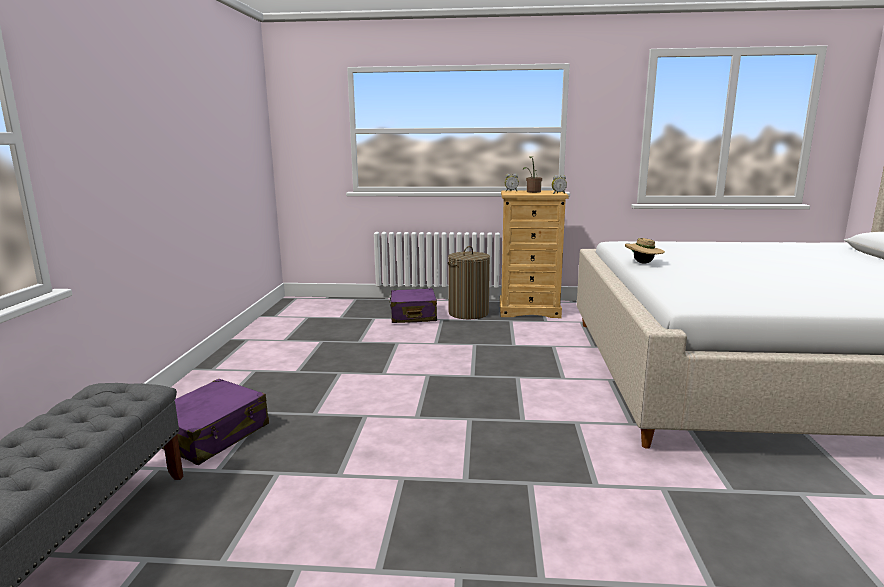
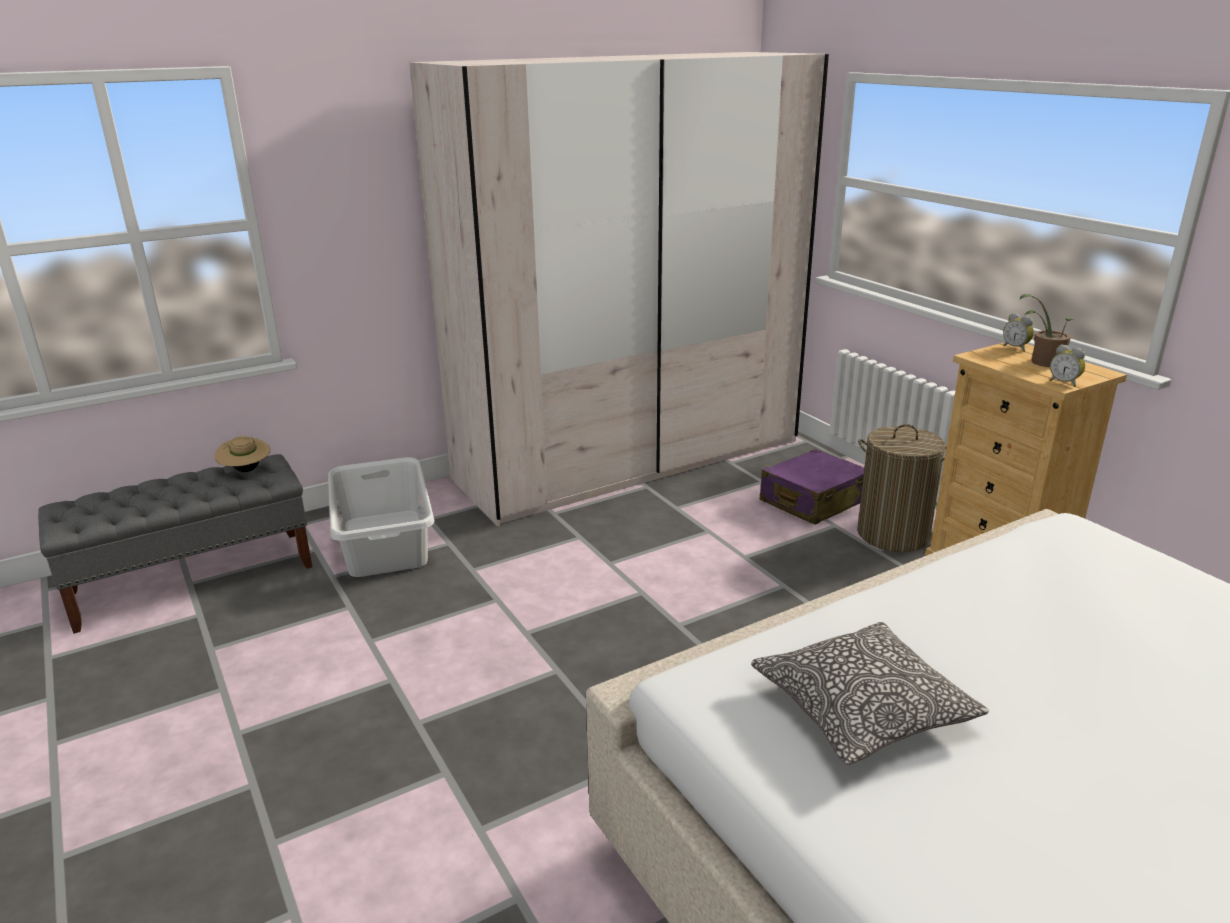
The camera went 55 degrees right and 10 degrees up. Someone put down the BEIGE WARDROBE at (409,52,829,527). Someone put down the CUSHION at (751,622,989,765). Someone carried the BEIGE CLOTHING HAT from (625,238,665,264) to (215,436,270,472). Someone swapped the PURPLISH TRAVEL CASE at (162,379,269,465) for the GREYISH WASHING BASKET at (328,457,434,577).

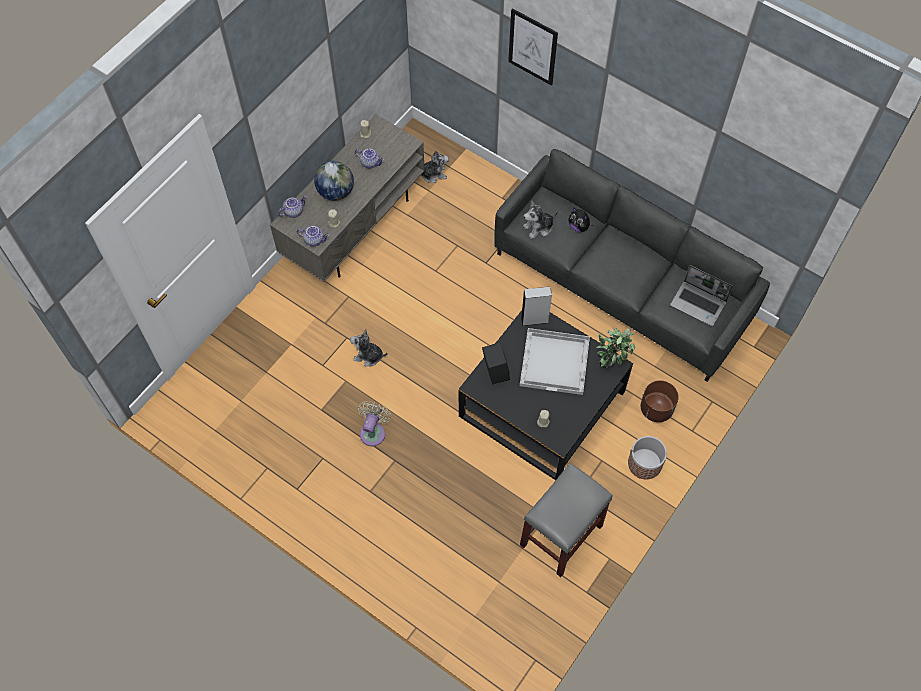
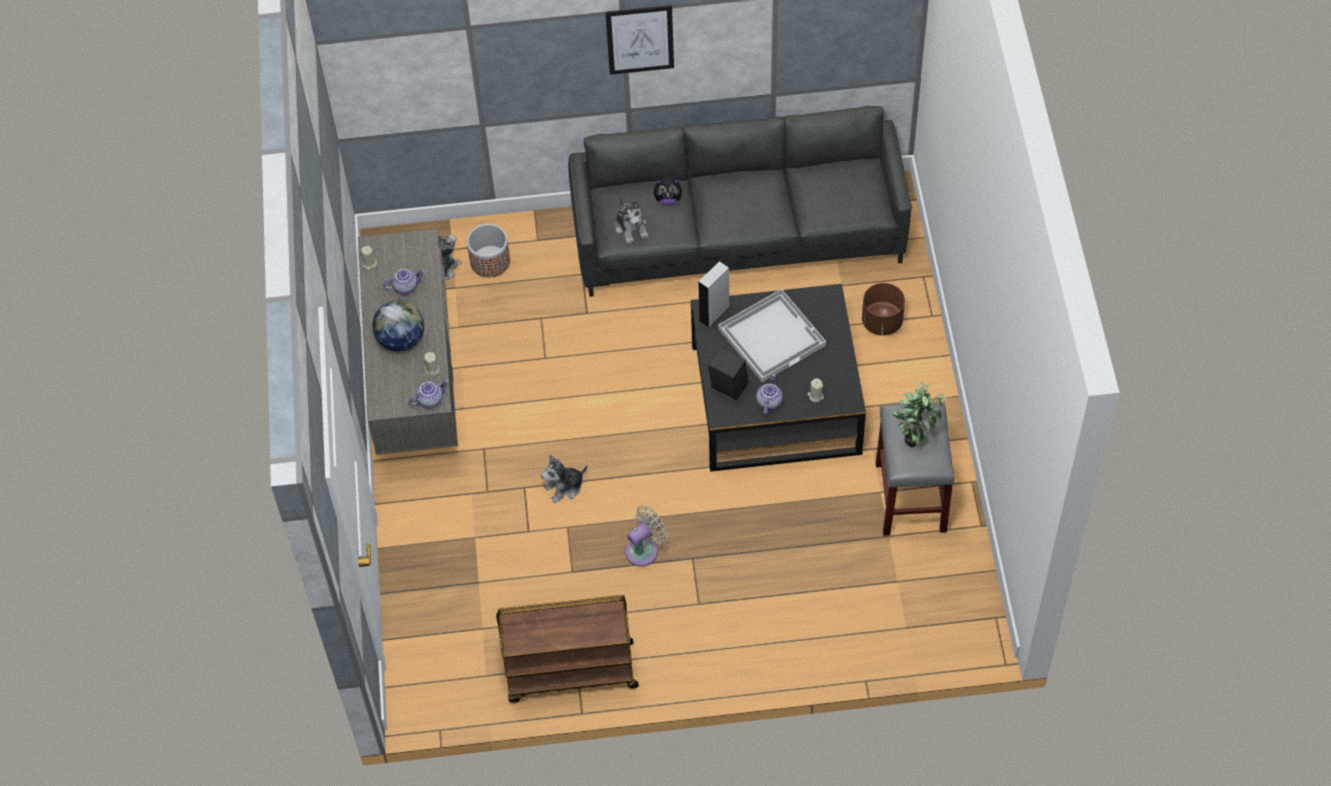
The camera went 40 degrees left and 5 degrees down. Someone took away the LAPTOP at (670,265,733,326). Someone put down the BROWN WHEELED CART at (496,595,639,703). Someone carried the TEAPOT from (278,195,307,218) to (756,374,783,415). Someone carried the PICTURE from (508,8,558,86) to (605,5,674,75). Someone carried the HOUSEPLANT from (596,328,635,368) to (892,382,947,447). Someone carried the PLANT POT from (628,436,667,480) to (467,224,510,278). Someone rotated the BEIGE COOLING FAN at (358,401,391,446) by 75 degrees clockwise. Someone rotated the PLUSH TOY at (523,200,558,239) by 45 degrees counterclockwise.

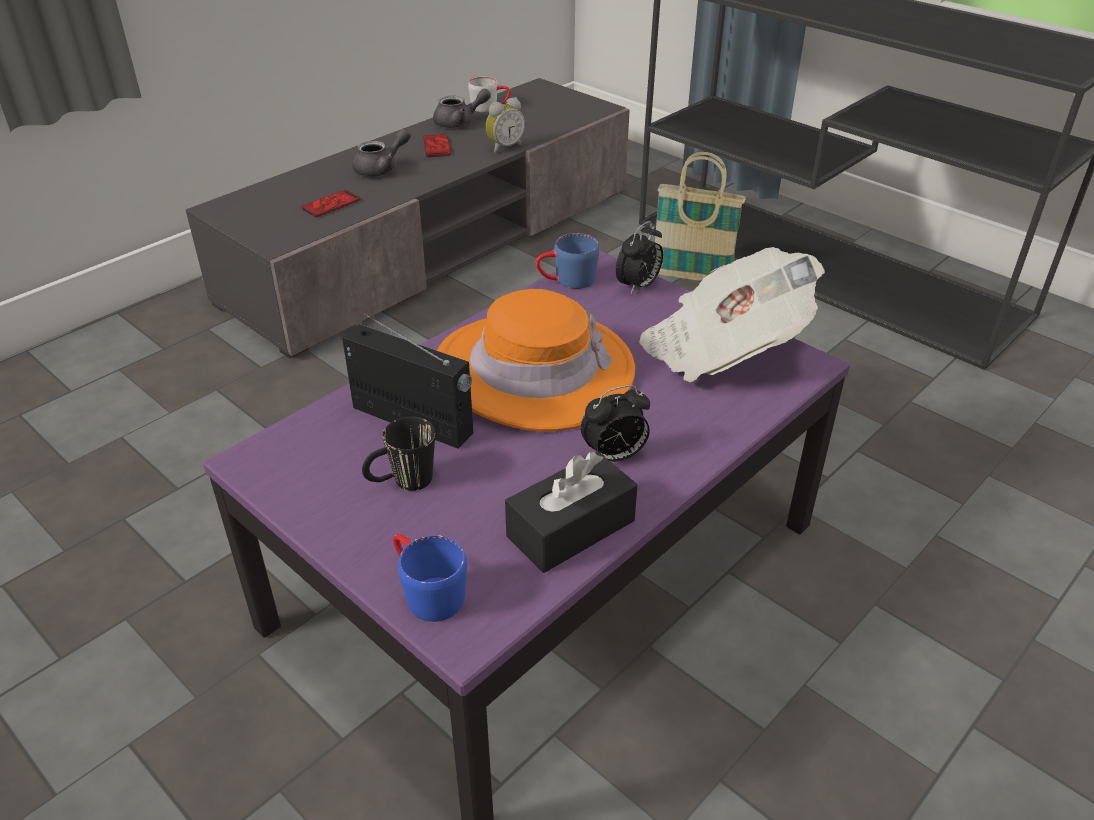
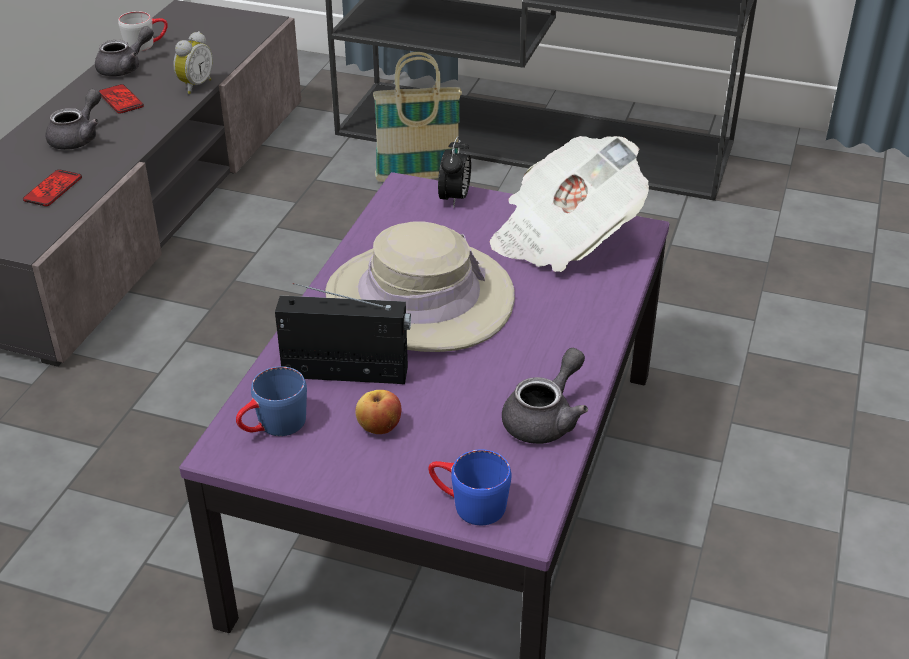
The camera went 25 degrees left and 0 degrees up. Someone took away the ALARM CLOCK at (581,385,650,462). Someone carried the BLUE COFFEE MUG from (536,233,600,289) to (236,366,307,436). Someone swapped the BLACK-COLOURED COFFEE MUG at (362,417,435,491) for the APPLE FRUIT at (355,390,401,434). Someone swapped the BLACK-COLOURED BOX OF TISSUES at (505,452,638,573) for the GREYISH TEAPOT at (502,348,588,444). Someone repainted the ORANGE CLOTHING HAT at (437,289,635,432), which became the BEIGE CLOTHING HAT at (325,221,515,352).

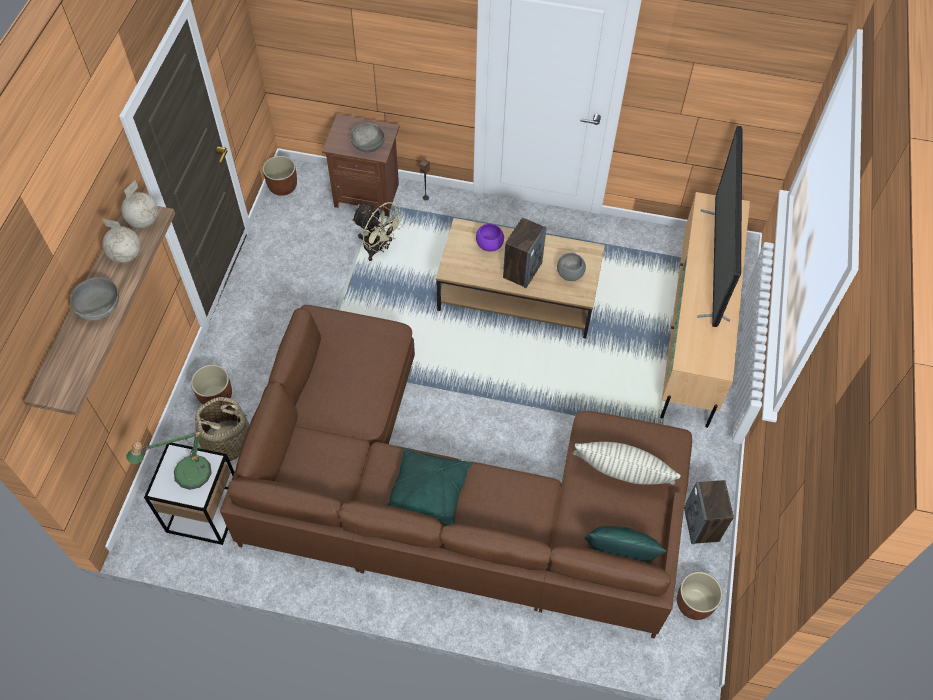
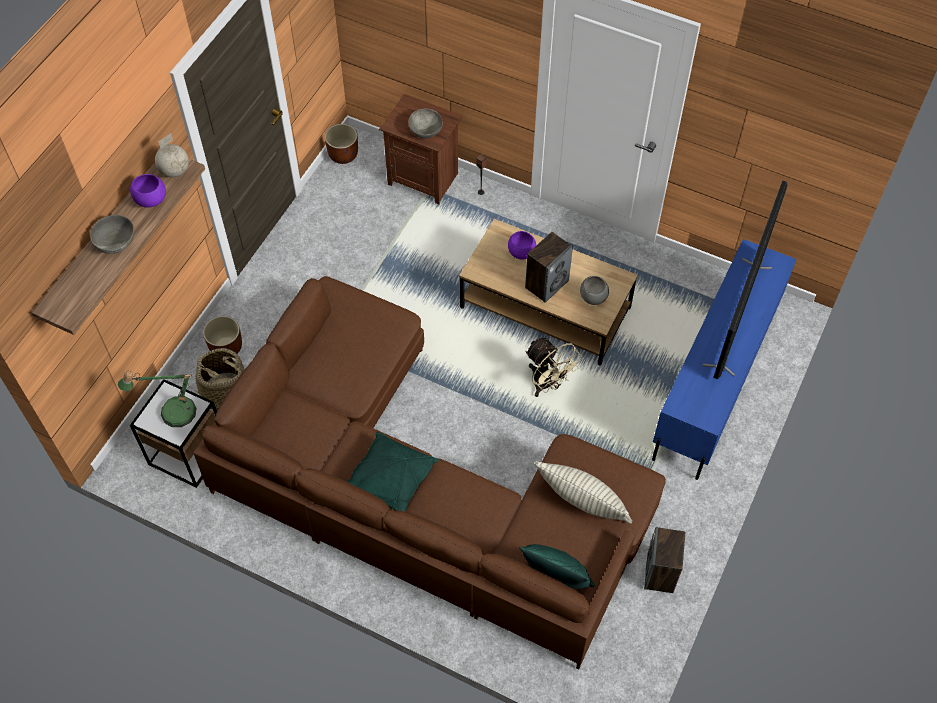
The camera went 15 degrees right and 0 degrees up. Someone took away the BROWN PLANT POT at (677,572,723,620). Someone carried the BEIGE COOLING FAN from (351,202,404,261) to (525,338,583,397). Someone swapped the GLOBE at (102,219,141,263) for the PURPLISH SERVING BOWL at (130,174,166,208). Someone repainted the BEIGE MEDIA CONSOLE at (660,192,750,428), which became the BLUE MEDIA CONSOLE at (652,239,797,480).

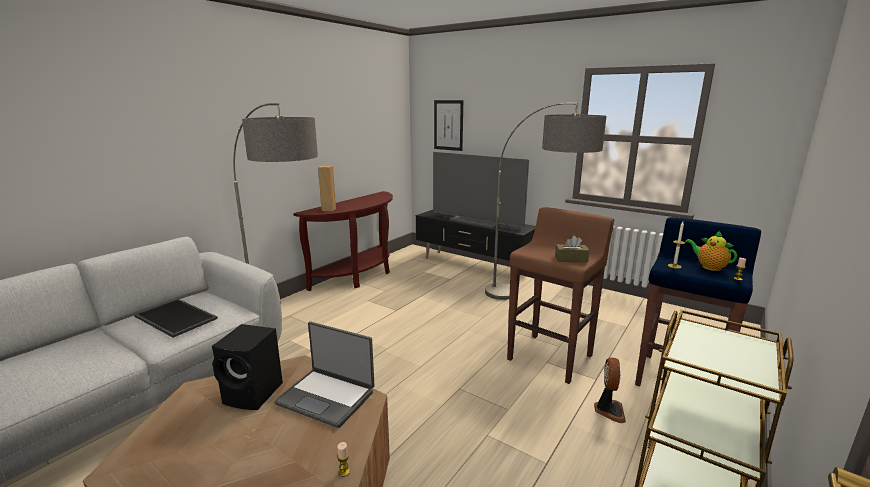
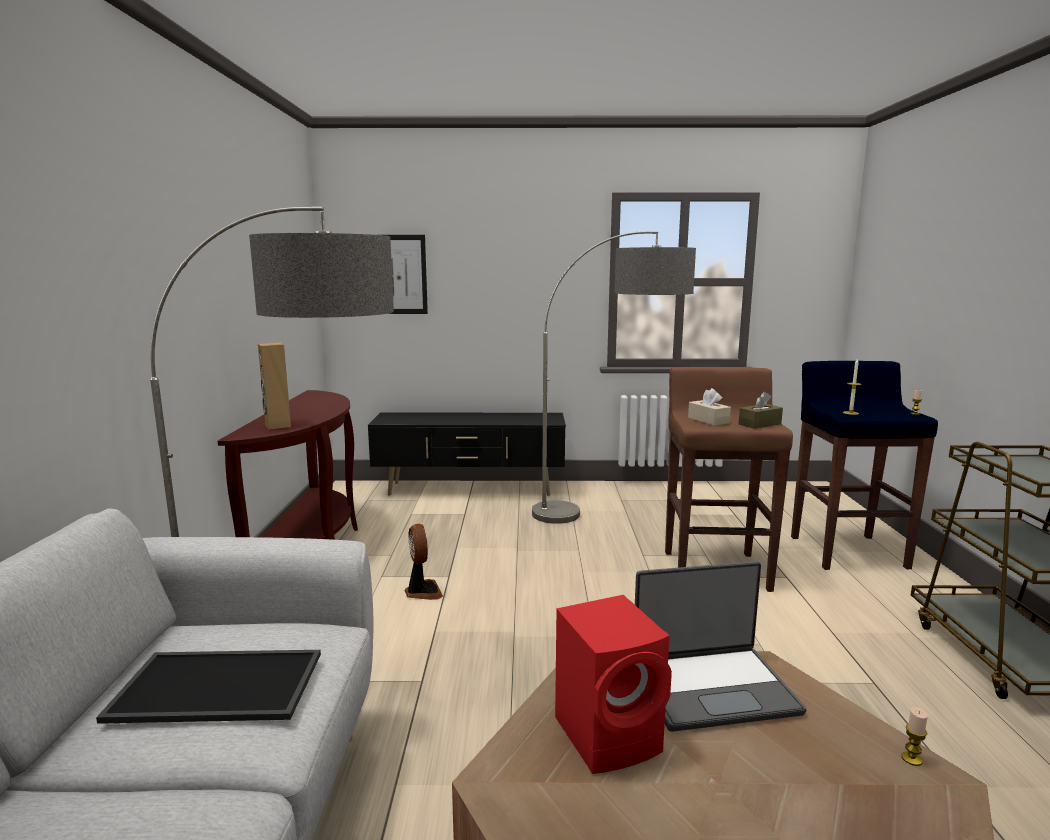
The camera went 35 degrees left and 5 degrees down. Someone took away the TV SET at (433,152,529,228). Someone took away the TEAPOT at (685,230,737,271). Someone put down the BEIGE BOX OF TISSUES at (688,388,731,426). Someone carried the COOLING FAN from (594,357,626,423) to (404,524,443,600). Someone repainted the BLACK-COLOURED SPEAKER at (212,324,283,410), which became the REDDISH SPEAKER at (555,595,672,774).

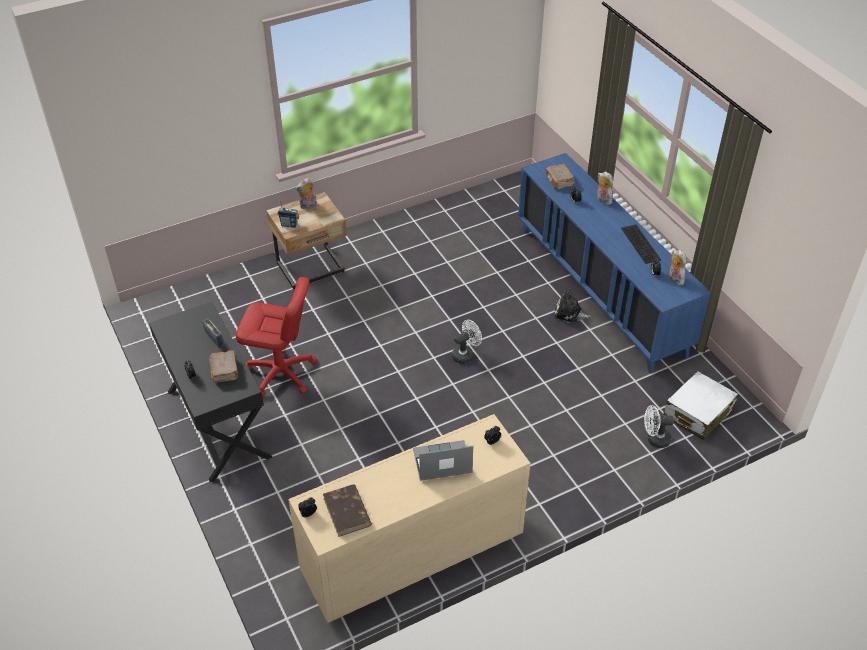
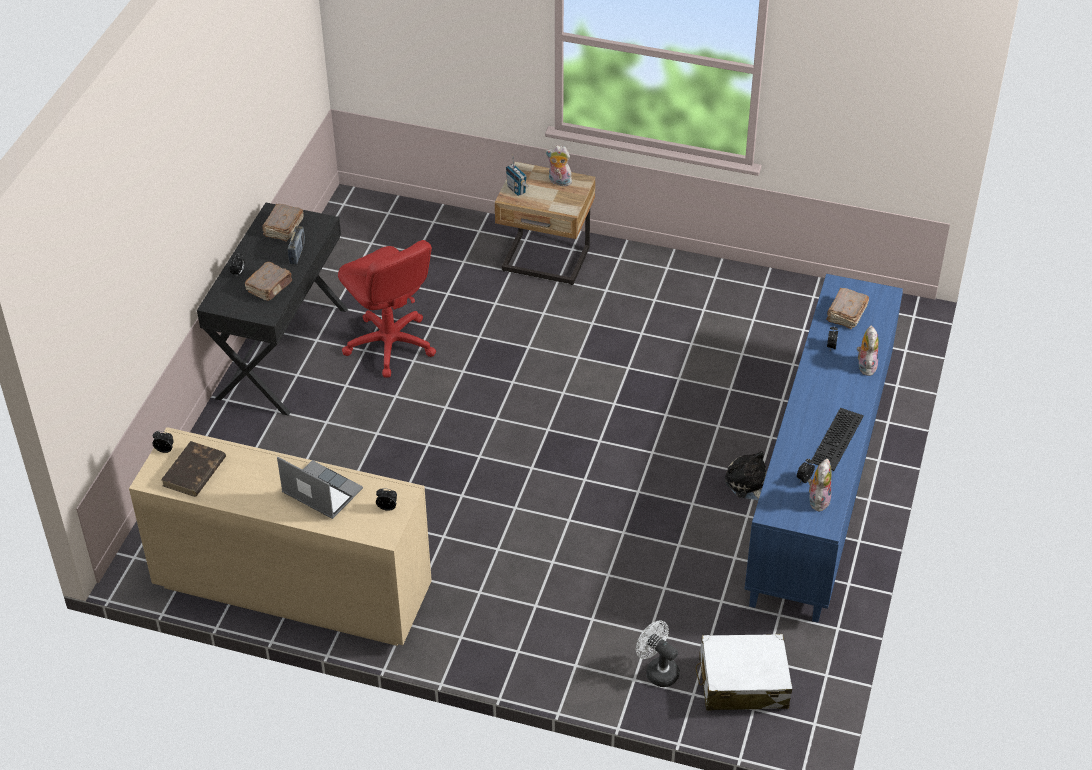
The camera went 45 degrees right and 0 degrees up. Someone took away the WHITE-COLOURED COOLING FAN at (452,320,482,364). Someone put down the BROWN BOUND BOOK at (262,204,304,242).

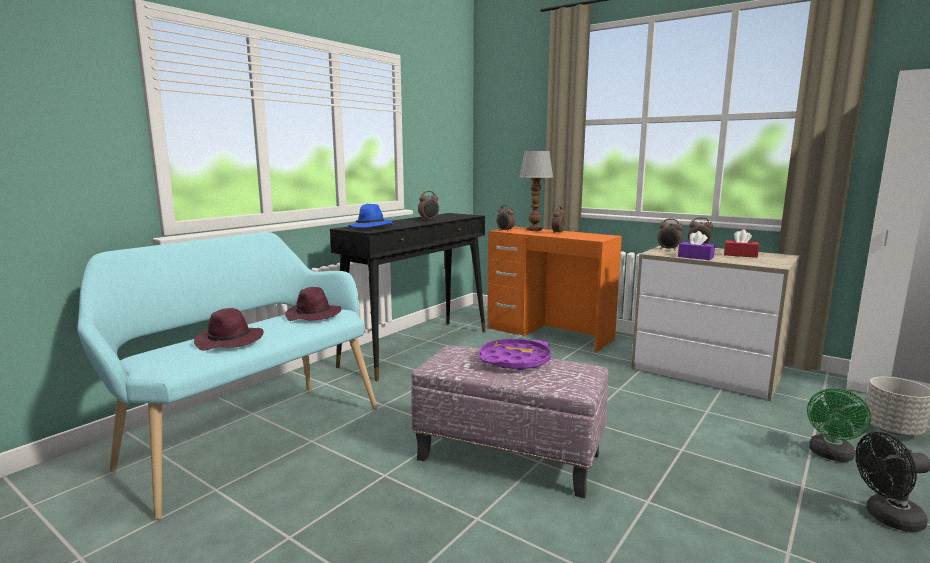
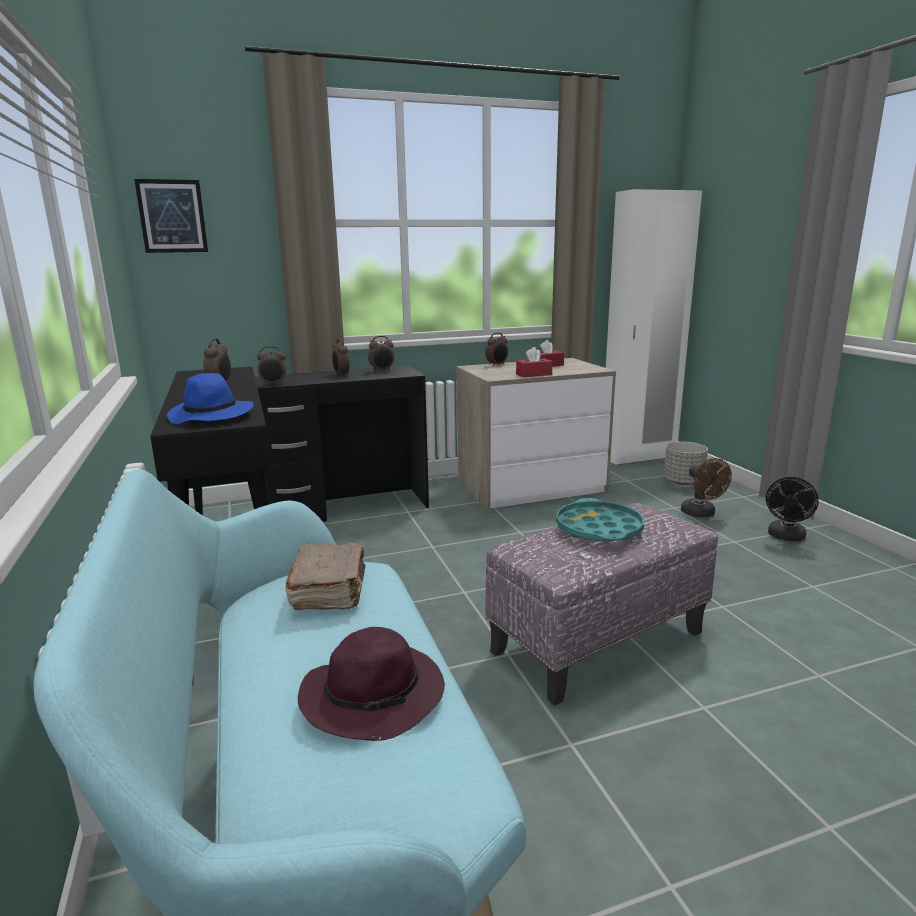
The camera went 55 degrees left and 5 degrees up. Someone took away the TABLE LAMP at (519,151,553,231). Someone put up the PICTURE at (134,179,208,253). Someone carried the ALARM CLOCK from (658,219,683,251) to (368,336,394,372). Someone swapped the PURPLISH CLOTHING HAT at (285,287,342,321) for the BROWN BOUND BOOK at (285,542,365,610). Someone repainted the PURPLISH CARRYING TRAY at (480,339,551,370), which became the BLUE-GREEN CARRYING TRAY at (556,498,644,541). Someone repainted the ORANGE DESK at (487,226,622,352), which became the BLACK-COLOURED DESK at (255,366,429,522). Someone repainted the PURPLISH BOX OF TISSUES at (678,231,715,260), which became the REDDISH BOX OF TISSUES at (516,347,553,377). Someone repainted the GREEN COOLING FAN at (807,388,871,462), which became the BROWN COOLING FAN at (681,458,732,518).

